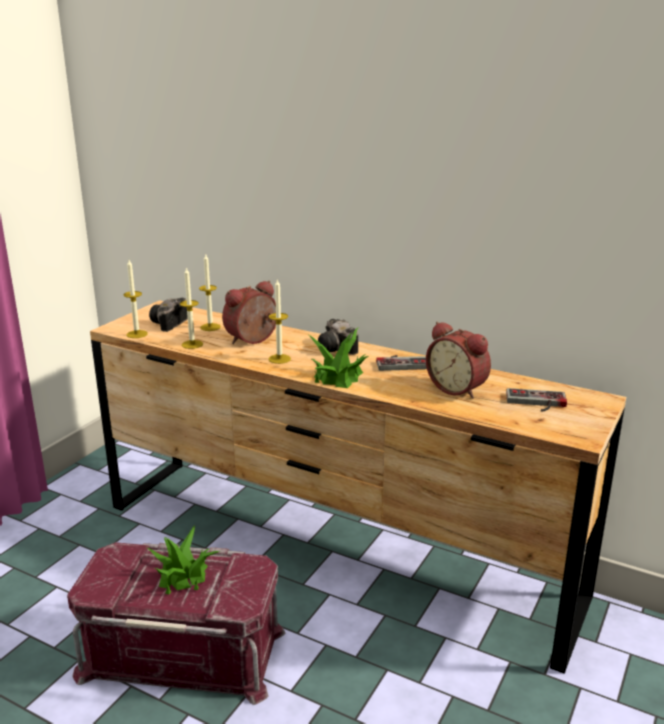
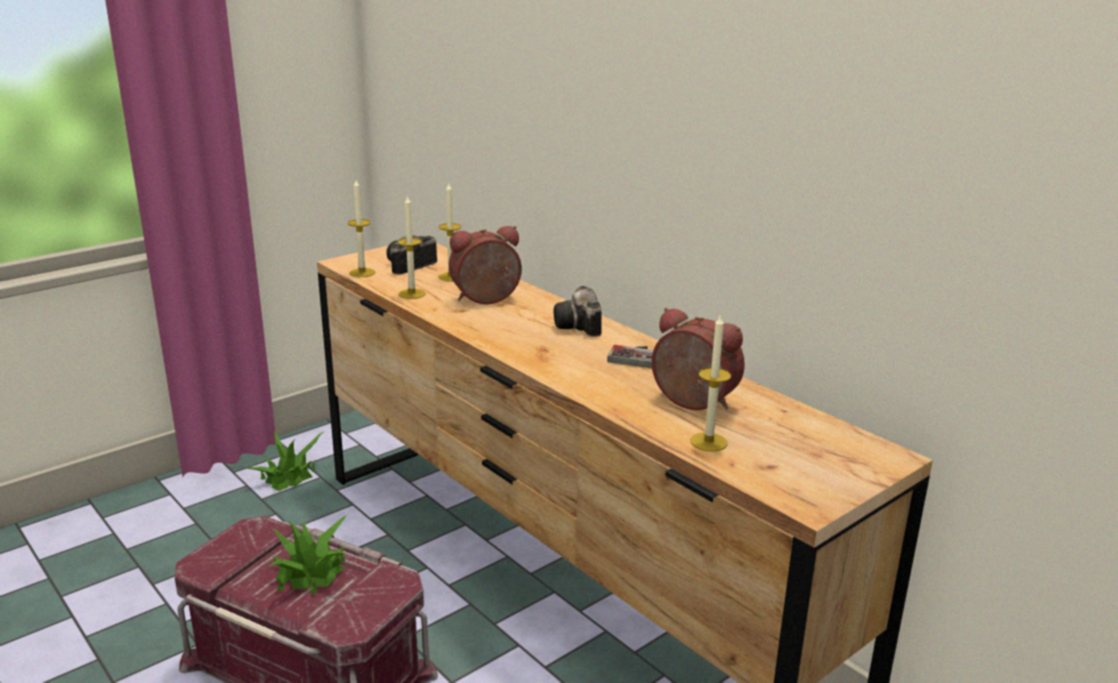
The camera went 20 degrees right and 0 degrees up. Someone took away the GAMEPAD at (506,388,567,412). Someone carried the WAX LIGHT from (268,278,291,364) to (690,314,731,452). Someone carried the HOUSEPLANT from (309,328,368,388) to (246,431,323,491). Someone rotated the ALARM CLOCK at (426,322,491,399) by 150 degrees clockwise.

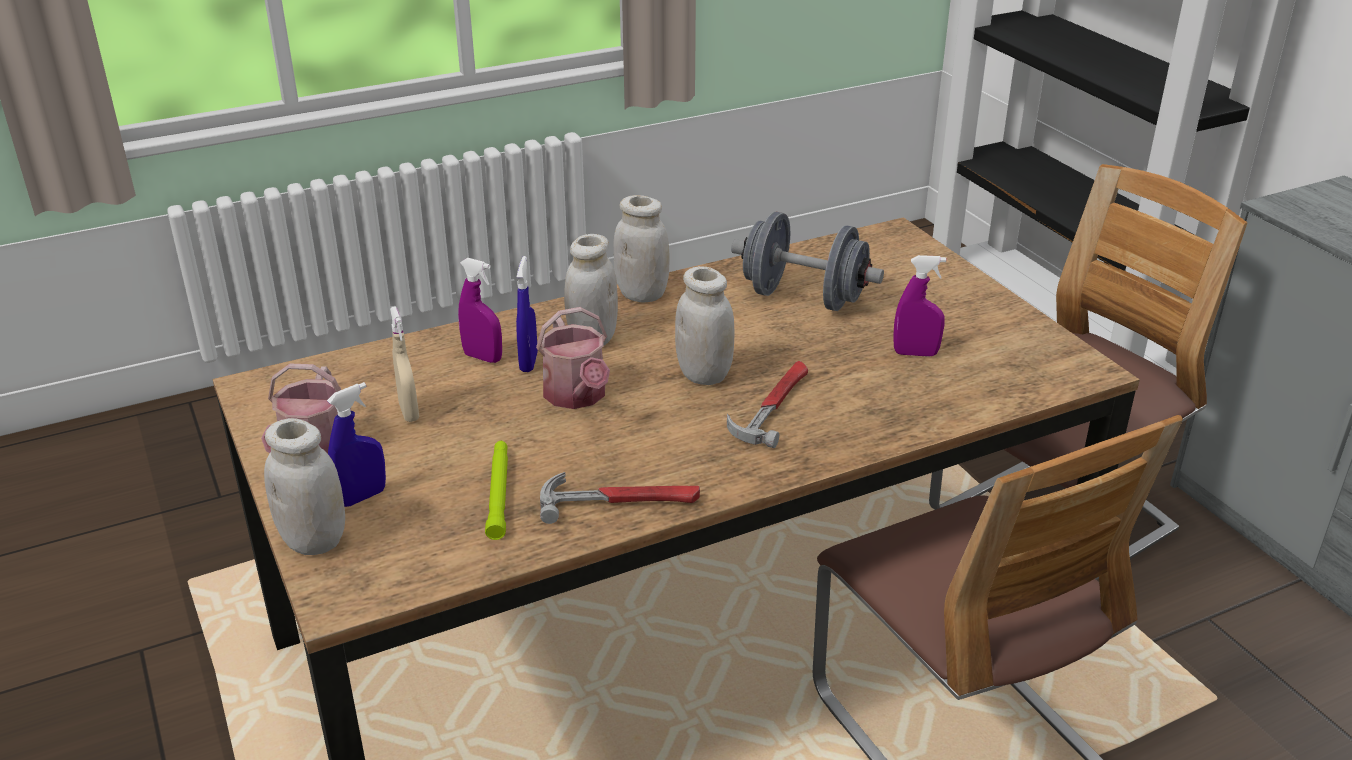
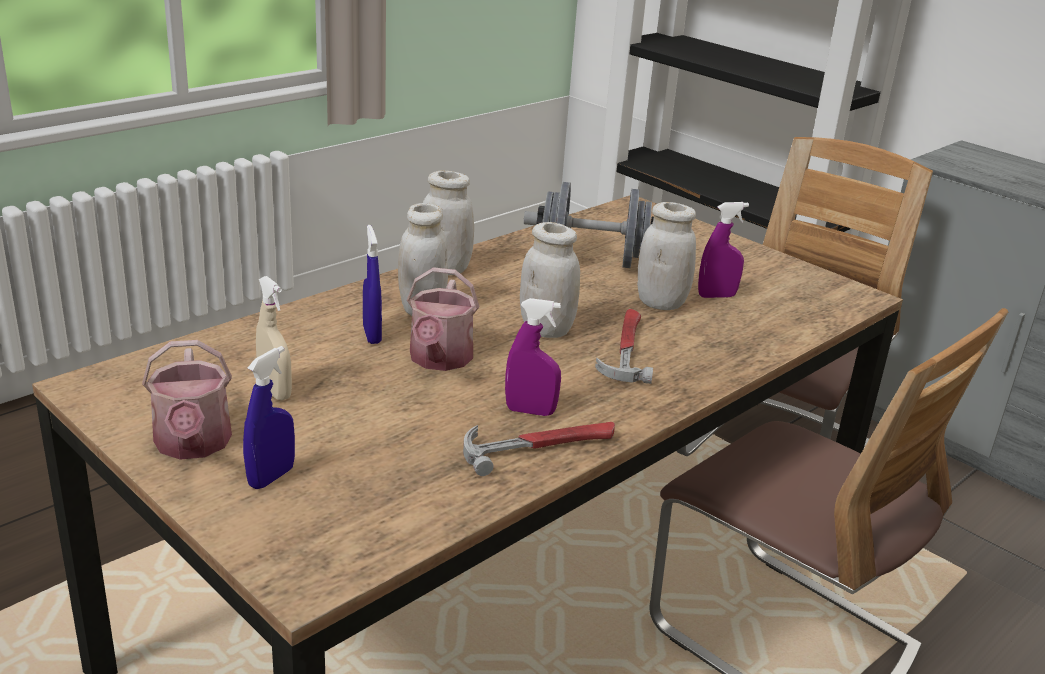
The camera went 20 degrees left and 5 degrees down. Someone took away the GREEN TORCH at (485,441,508,540). Someone carried the WHITE-COLOURED STORAGE JAR from (264,418,345,555) to (637,202,696,310). Someone carried the PURPLISH SPRAY BOTTLE from (458,258,502,363) to (505,298,561,416). Someone rotated the WATERING POT at (536,307,610,409) by 45 degrees clockwise.

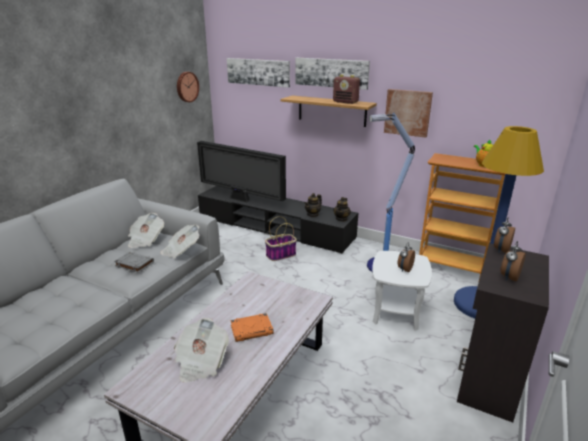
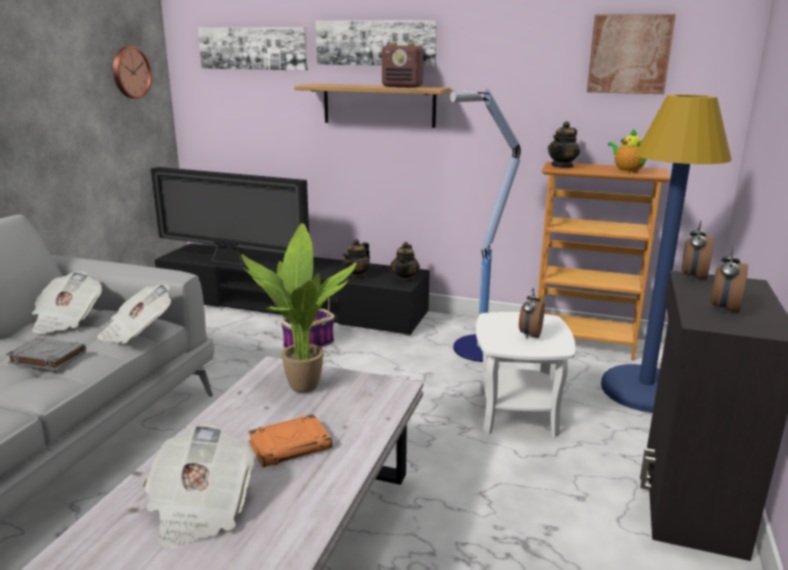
The camera went 10 degrees left and 5 degrees down. Someone put down the HOUSEPLANT at (241,223,356,393). Someone put down the TEAPOT at (548,121,580,168). Someone carried the PICTURE from (384,89,433,138) to (587,14,676,94).

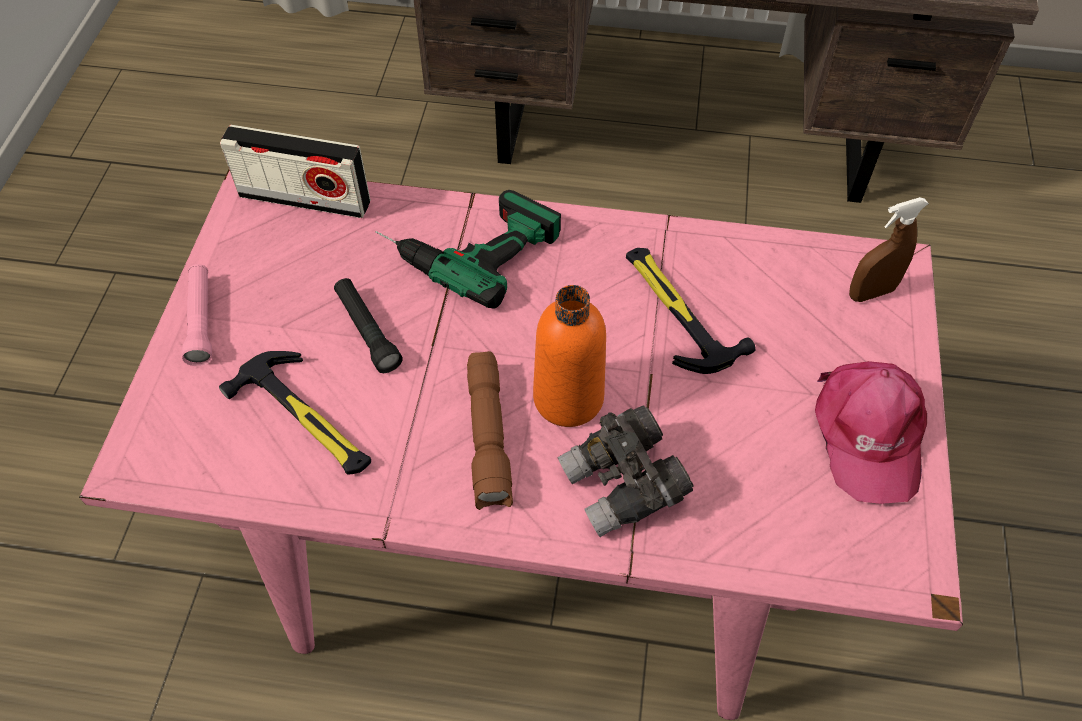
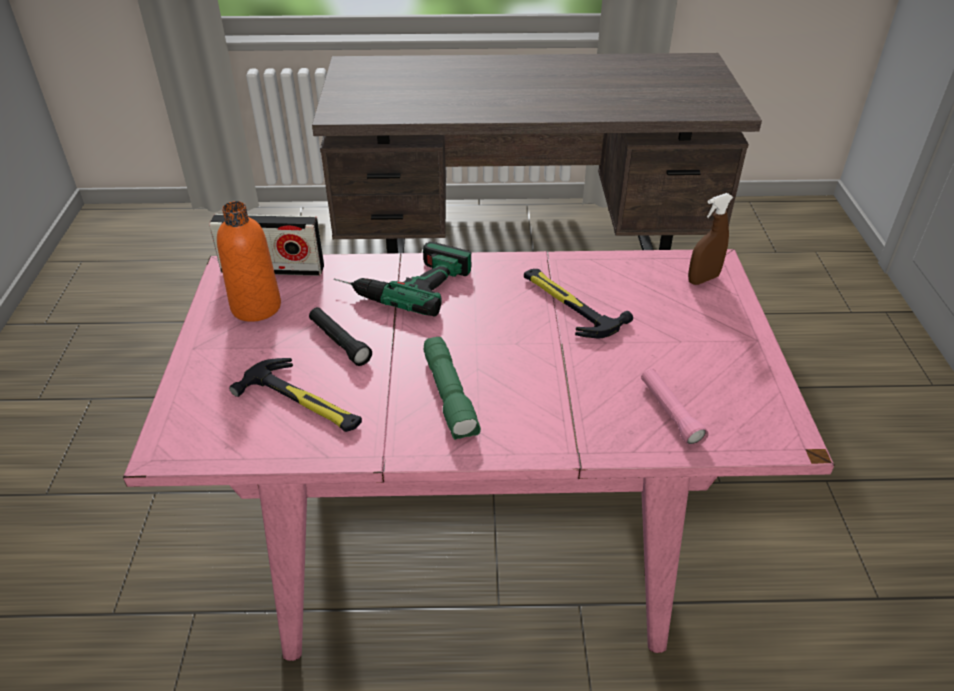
The camera went 10 degrees left and 15 degrees down. Someone took away the GREYISH BINOCULARS at (558,405,694,537). Someone took away the PINK-COLOURED PEAKED CAP at (815,361,927,504). Someone carried the PINK-COLOURED TORCH from (182,264,212,366) to (641,368,709,447). Someone carried the ORANGE BOTTLE from (533,285,606,427) to (217,201,281,322). Someone repainted the BROWN TORCH at (467,351,513,510), which became the GREEN TORCH at (424,337,481,440).

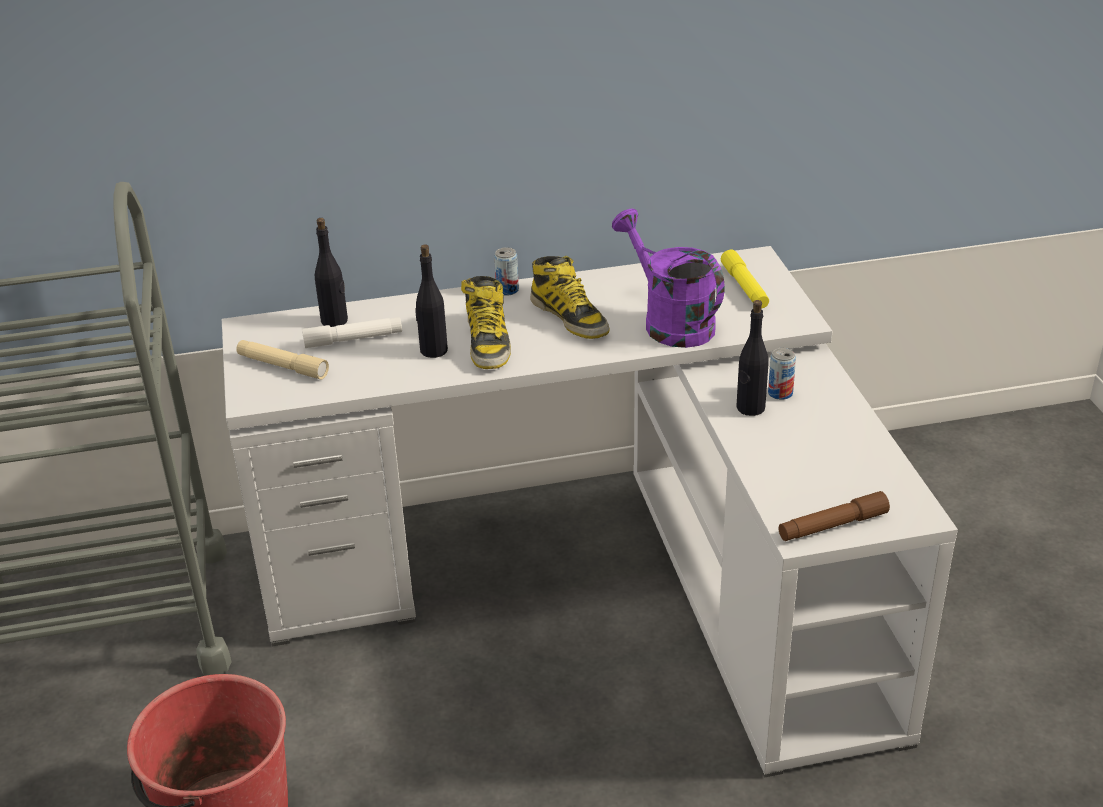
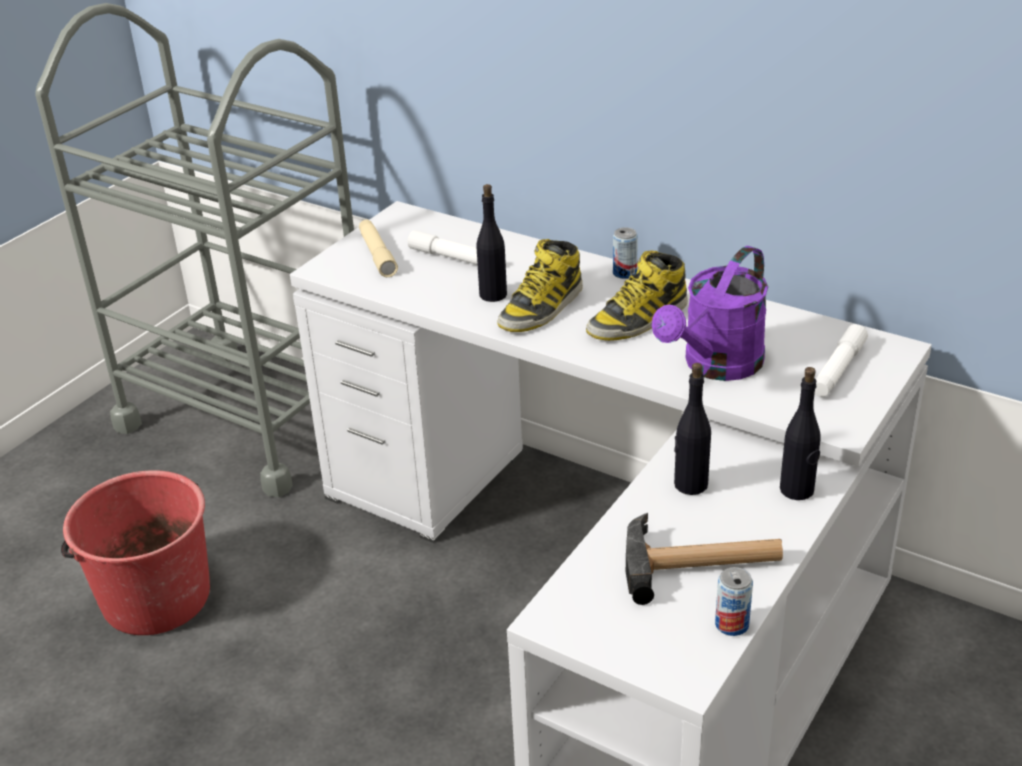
The camera went 45 degrees right and 0 degrees up. Someone took away the BROWN TORCH at (779,491,890,541). Someone put down the TOOL HAMMER at (626,513,783,605). Someone carried the BLACK-COLOURED BOTTLE from (315,218,348,327) to (780,367,821,500). Someone carried the SEALED CAN from (768,348,796,400) to (715,567,753,636). Someone repainted the YELLOW TORCH at (721,250,769,308), which became the WHITE-COLOURED TORCH at (815,324,868,397). Someone rotated the BOOT at (530,256,610,339) by 45 degrees clockwise. Someone rotated the PURPLISH WATERING POT at (612,209,725,348) by 150 degrees counterclockwise.

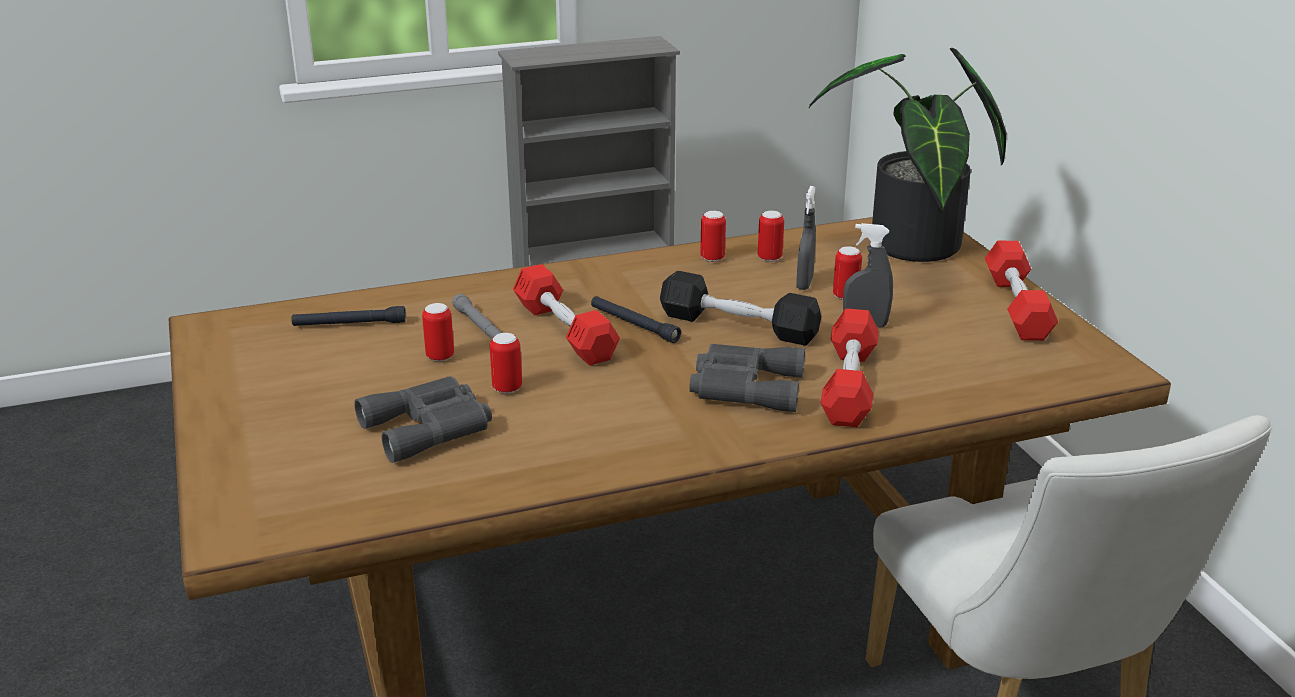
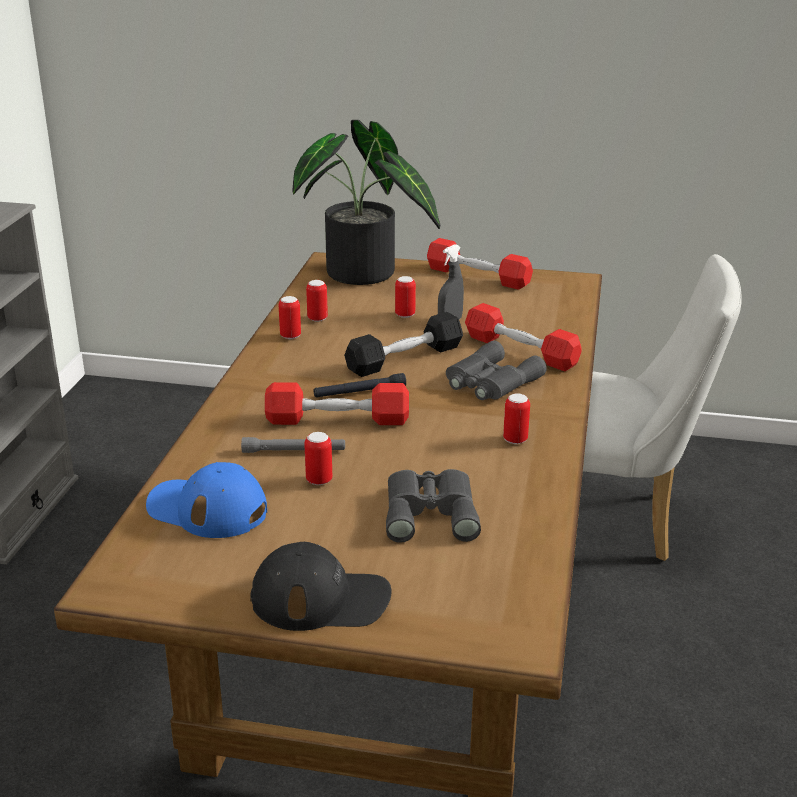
The camera went 60 degrees left and 0 degrees up. Someone took away the GREYISH SPRAY BOTTLE at (796,186,816,290). Someone put down the BLACK-COLOURED PEAKED CAP at (250,542,391,631). Someone carried the SEALED CAN from (490,333,522,394) to (503,393,530,444). Someone swapped the BLACK-COLOURED TORCH at (291,306,406,326) for the BLUE PEAKED CAP at (146,462,267,538).

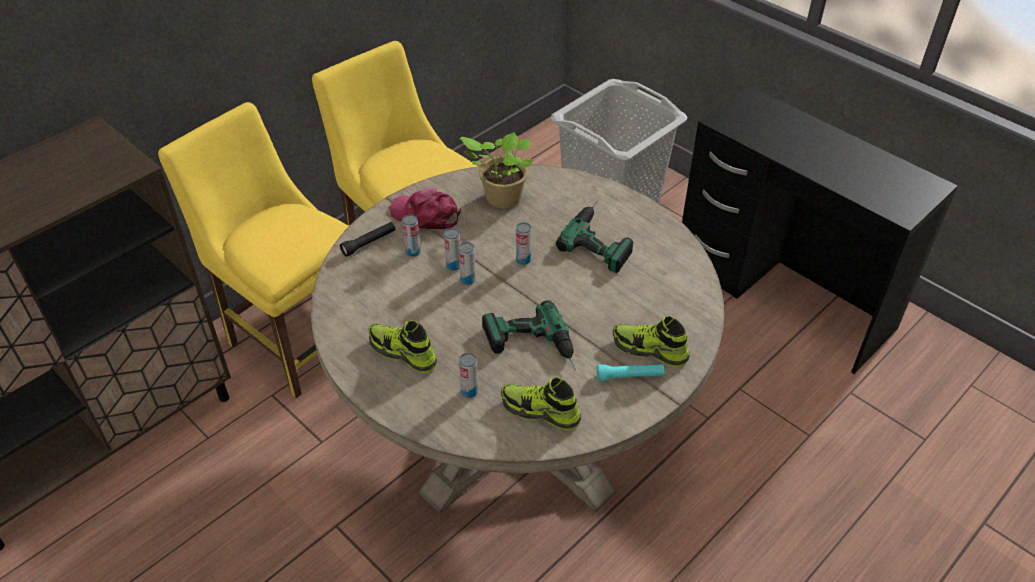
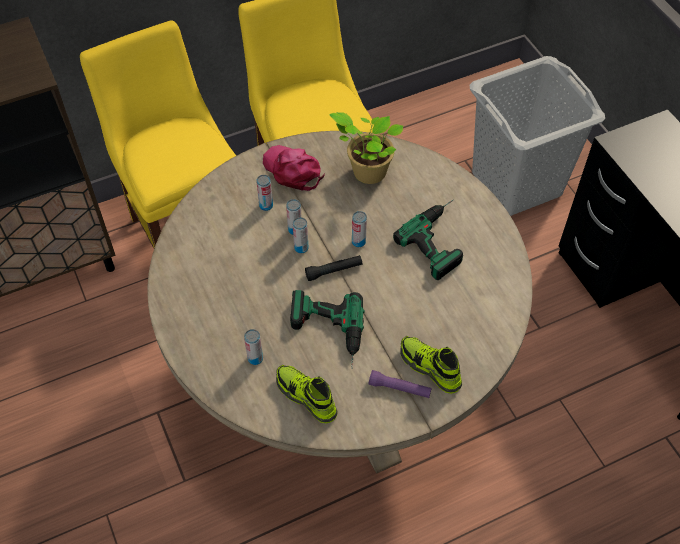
The camera went 20 degrees right and 10 degrees up. Someone took away the SHOE at (369,321,437,373). Someone carried the BLACK-COLOURED TORCH from (340,222,396,257) to (305,255,362,281). Someone repainted the BLUE-GREEN TORCH at (597,364,664,381), which became the PURPLISH TORCH at (369,370,432,398).

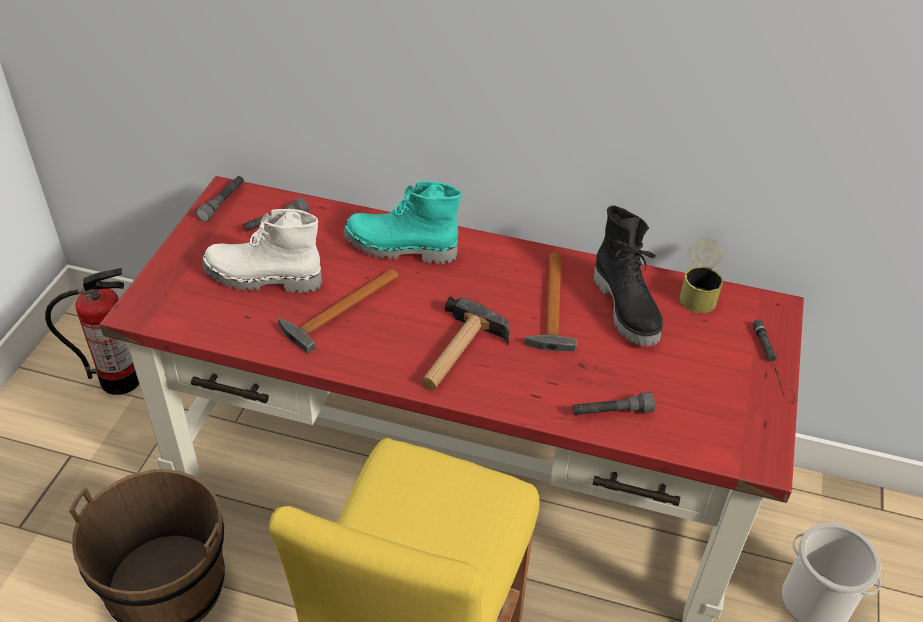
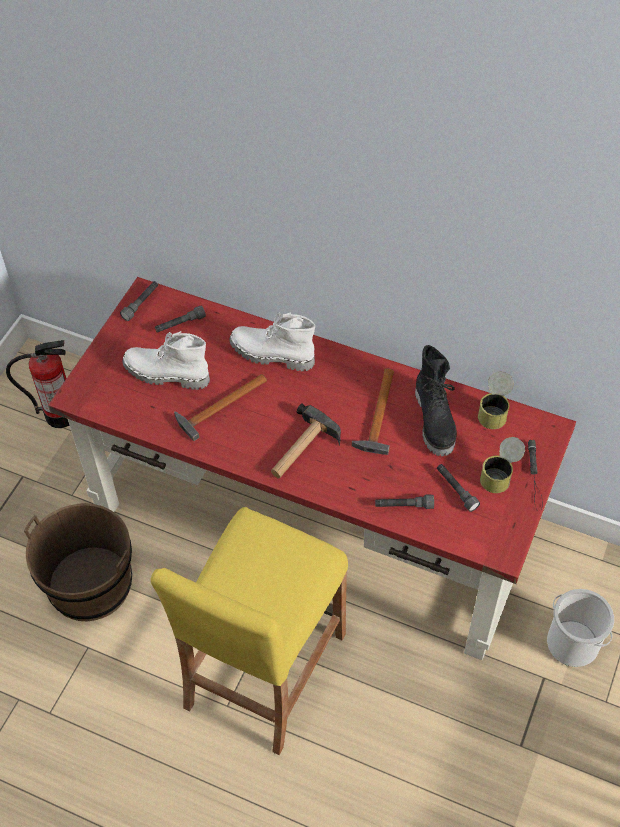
The camera went 10 degrees right and 10 degrees up. Someone put down the GREYISH TORCH at (437,464,480,512). Someone put down the SEALED CAN at (480,437,525,493). Someone repainted the BLUE-GREEN BOOT at (343,181,461,264), which became the WHITE-COLOURED BOOT at (229,313,315,371).

